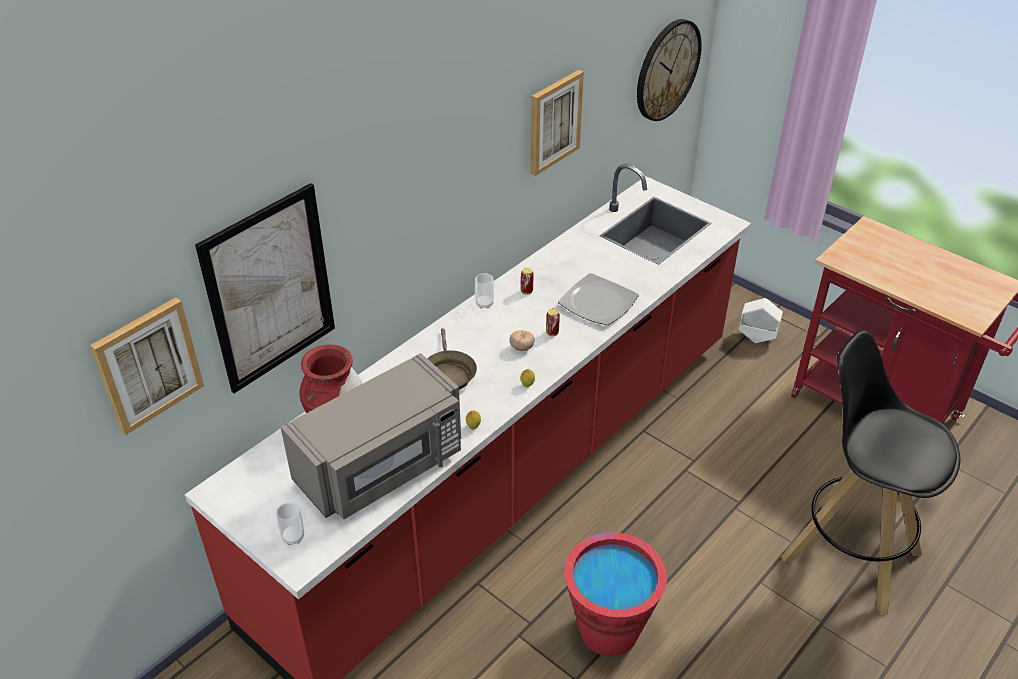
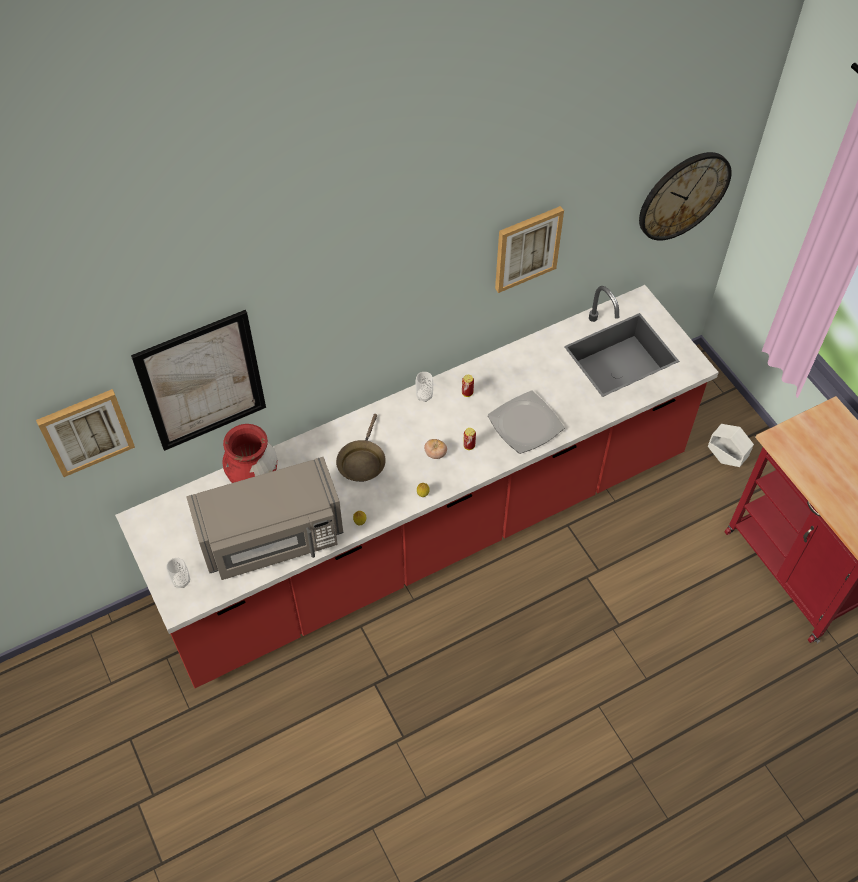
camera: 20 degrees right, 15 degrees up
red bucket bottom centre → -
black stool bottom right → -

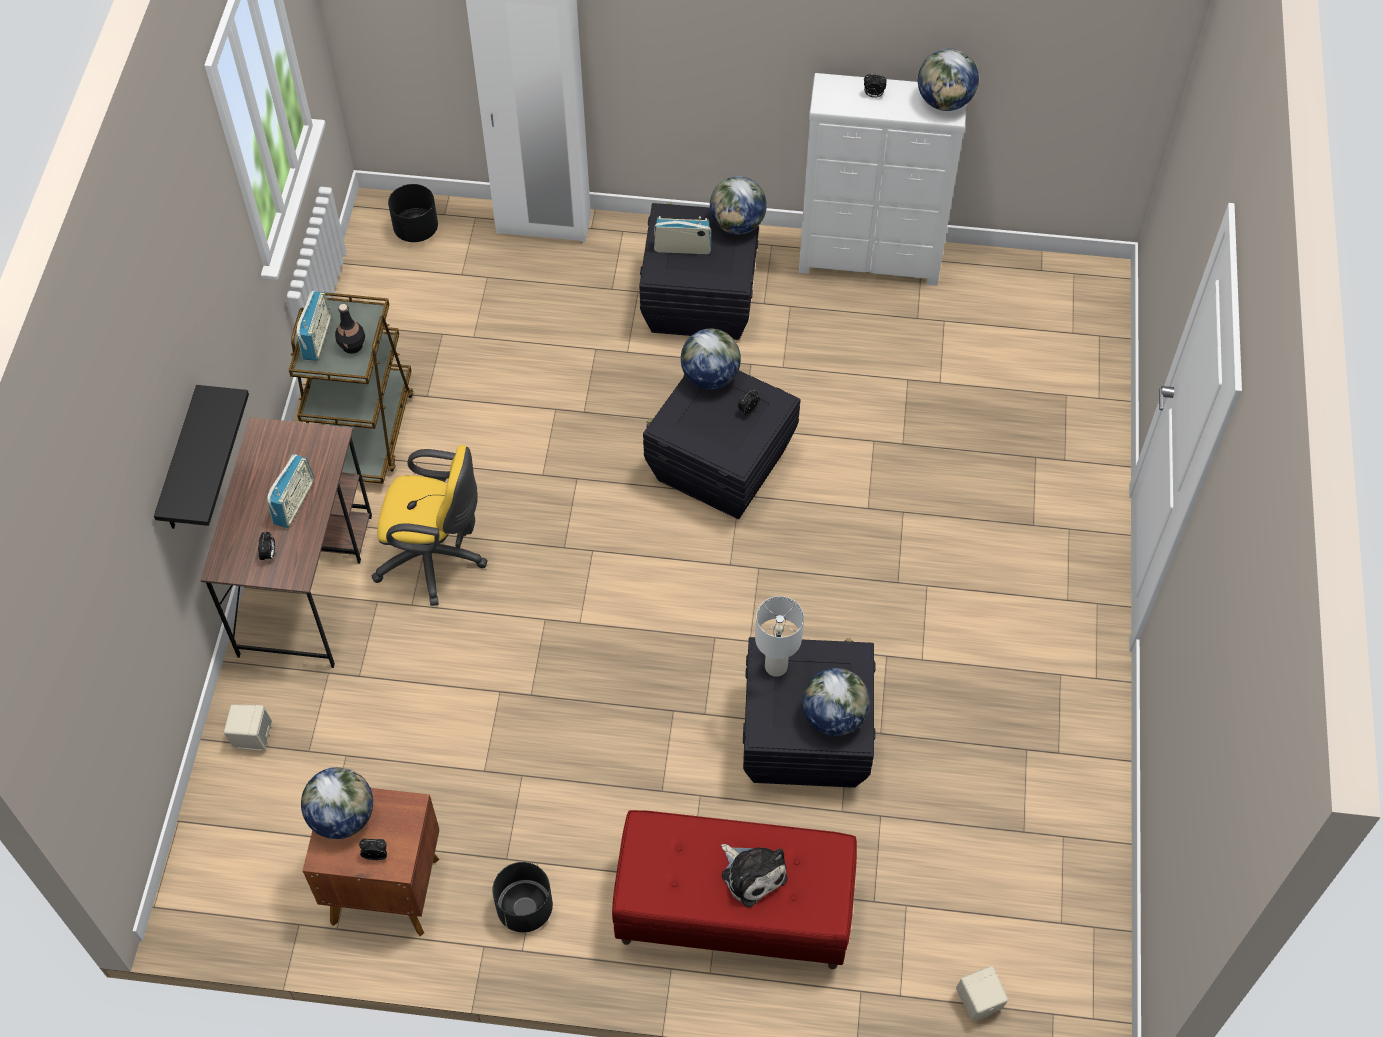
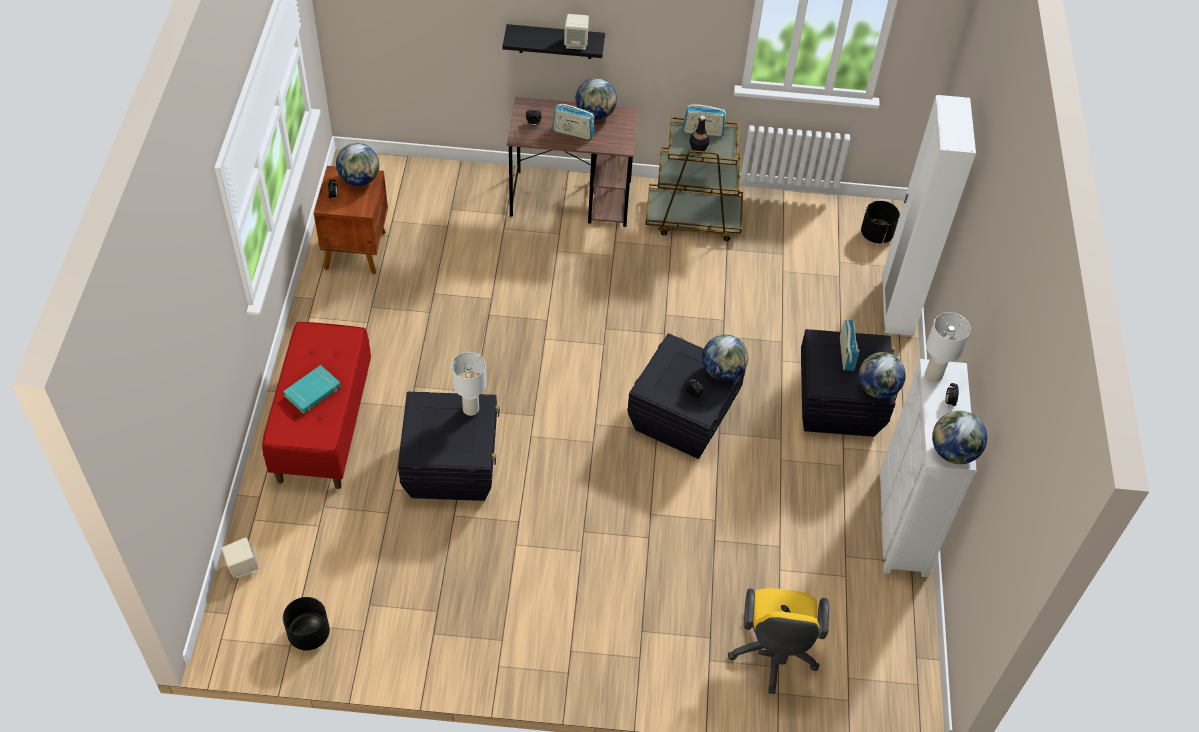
camera: 85 degrees right, 5 degrees down
beige speaker (1st from left in the first image) bottom left → beige speaker (2nd from left) top centre, moved
yellow office chair middle left → yellow office chair bottom centre, moved
black planter (2nd from left in the first image) bottom centre → black planter (1st from left) bottom left, moved
plush toy bottom centre → turquoise book middle left
globe (4th from left in the first image) bottom centre → globe (2nd from left) top centre, moved
- → white table lamp (2nd from left) middle right

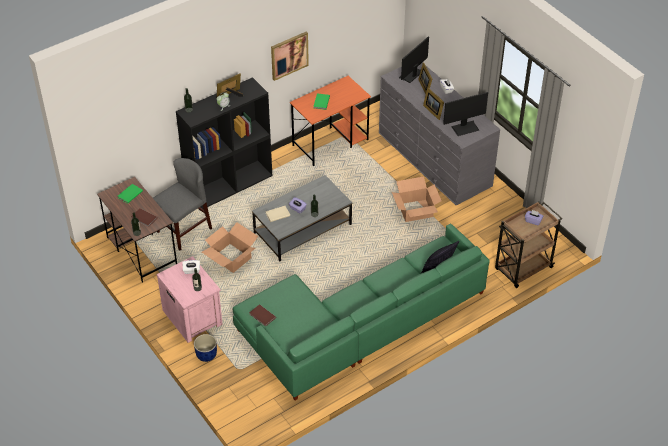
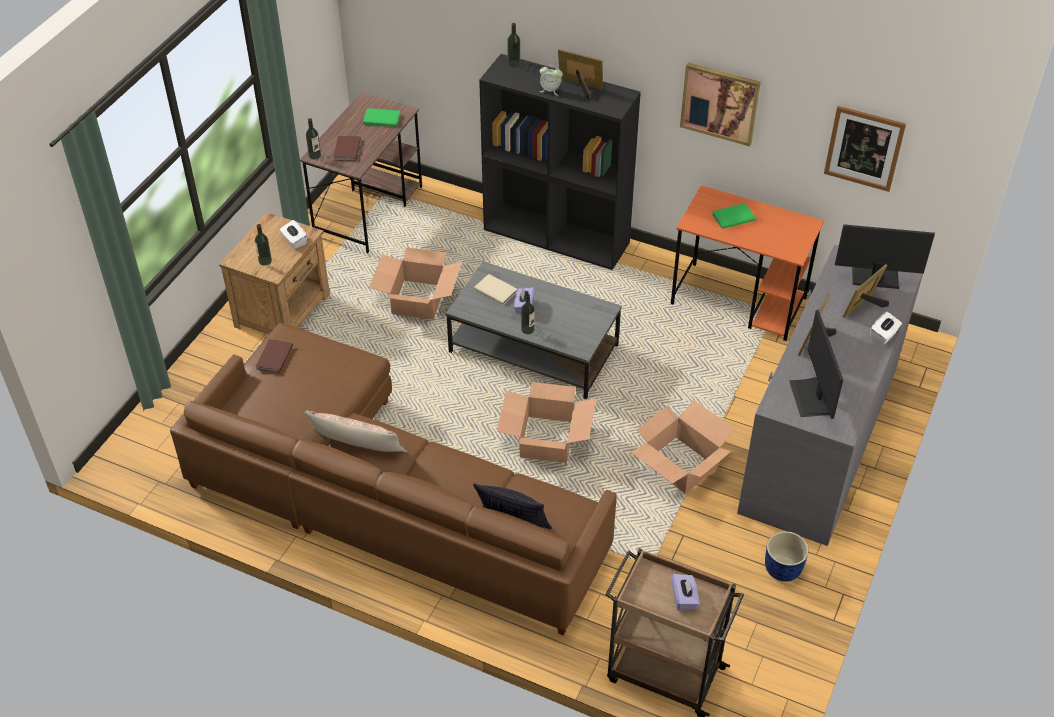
camera: 60 degrees right, 0 degrees up
grey chair middle left → -
pink nightstand bottom left → brown nightstand middle left
blue planter bottom left → blue planter bottom right, moved
green sofa bottom centre → brown sofa bottom centre
monitor (2nd from left in the first image) top right → monitor (1st from left) middle right, 45 degrees clockwise
- → pillow (1st from left) centre
- → cardboard box (2nd from left) centre
- → picture (2nd from left) top right

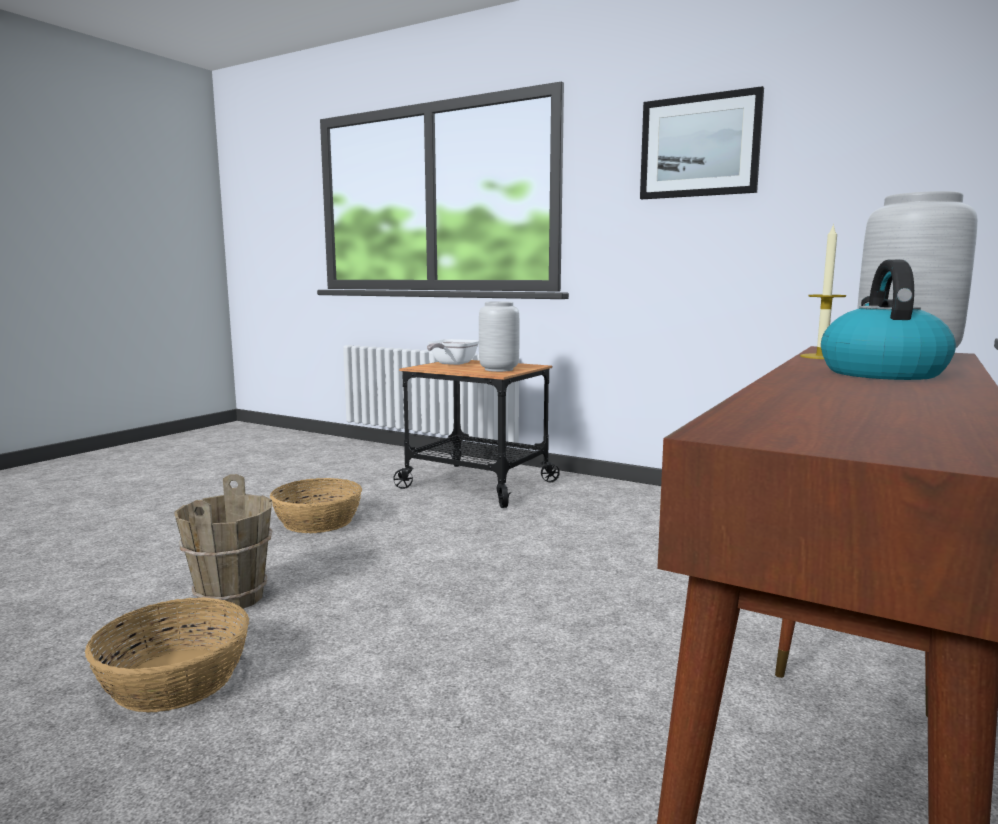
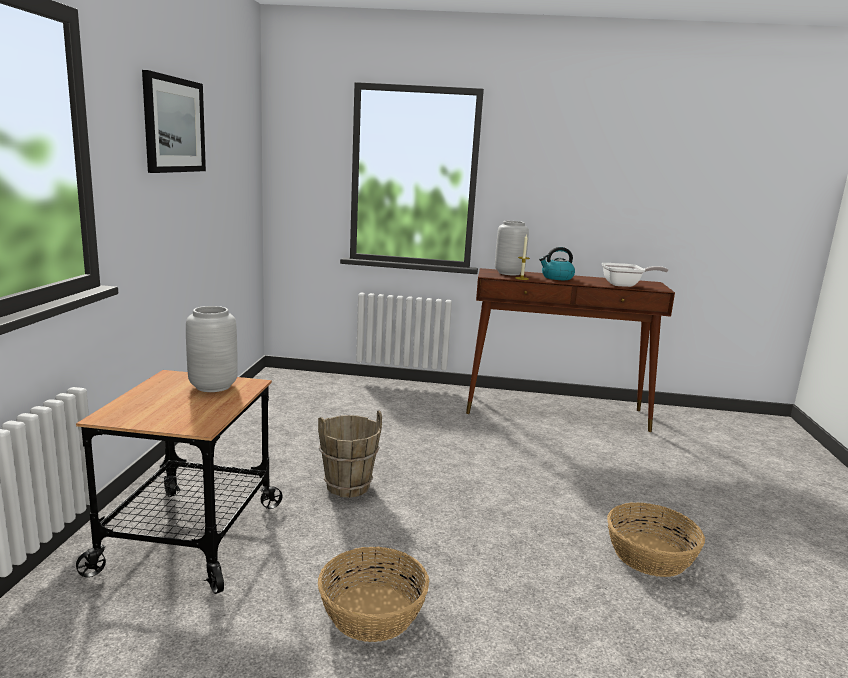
camera: 115 degrees left, 5 degrees up
brown bucket middle left → brown bucket bottom centre, moved
frying pan centre → frying pan middle right, moved

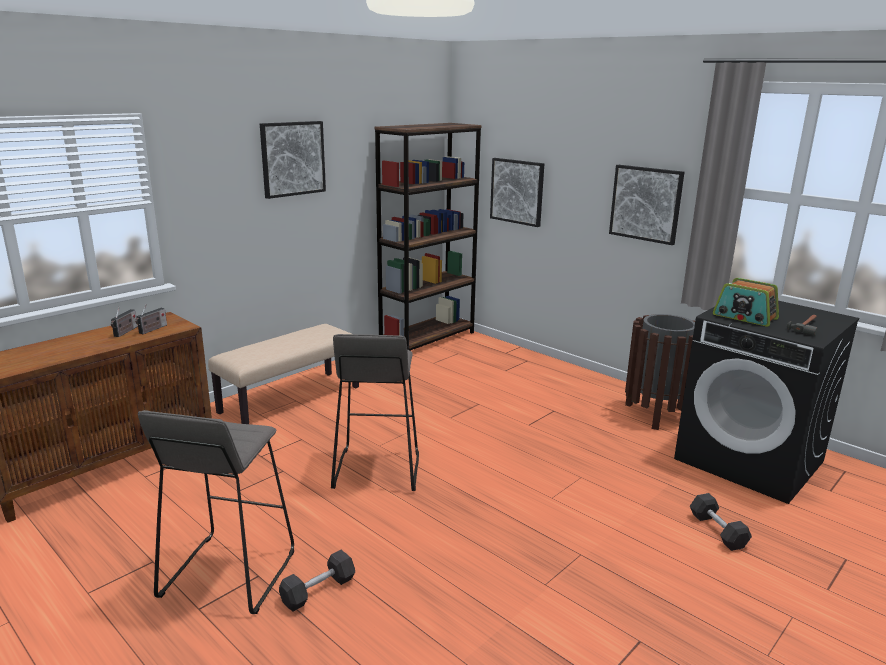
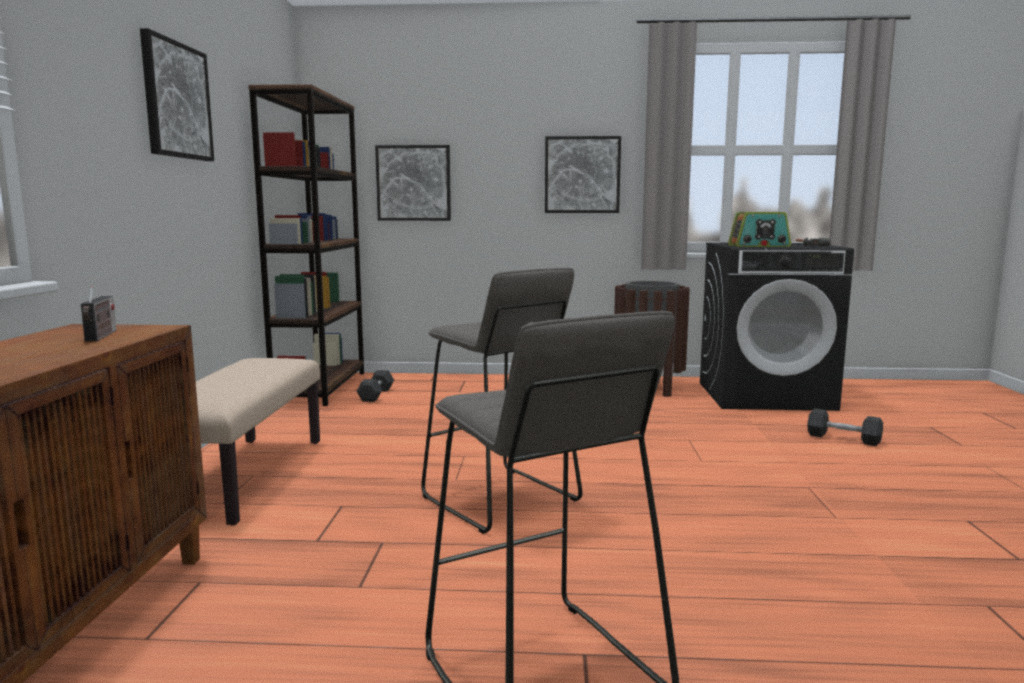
camera: 40 degrees left, 10 degrees down
radio (1st from left) middle left → -
grey dumbbell (1st from left) bottom centre → grey dumbbell (1st from left) centre, moved

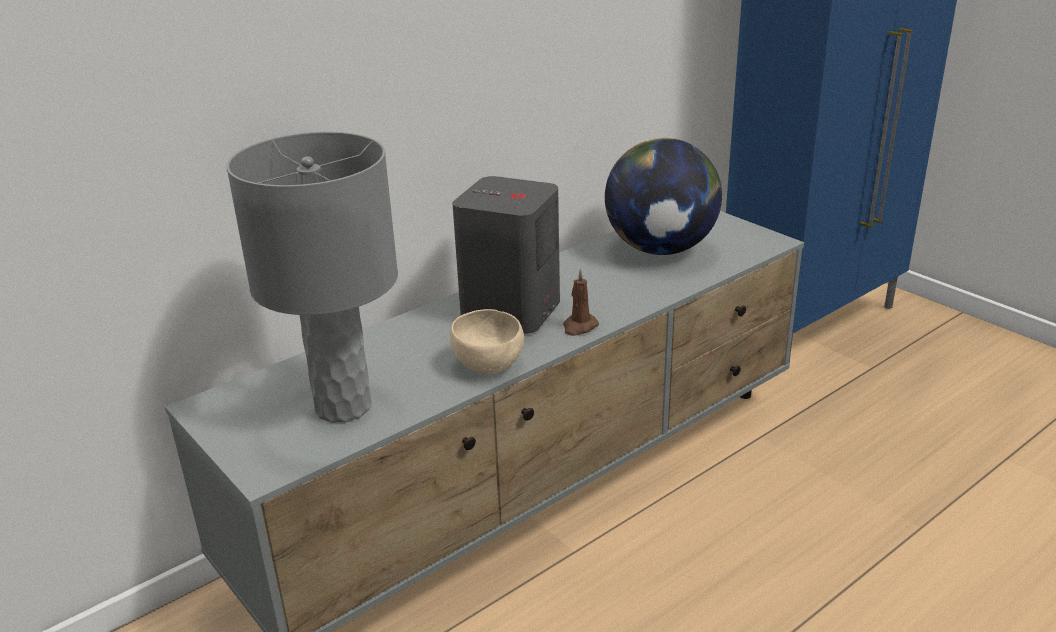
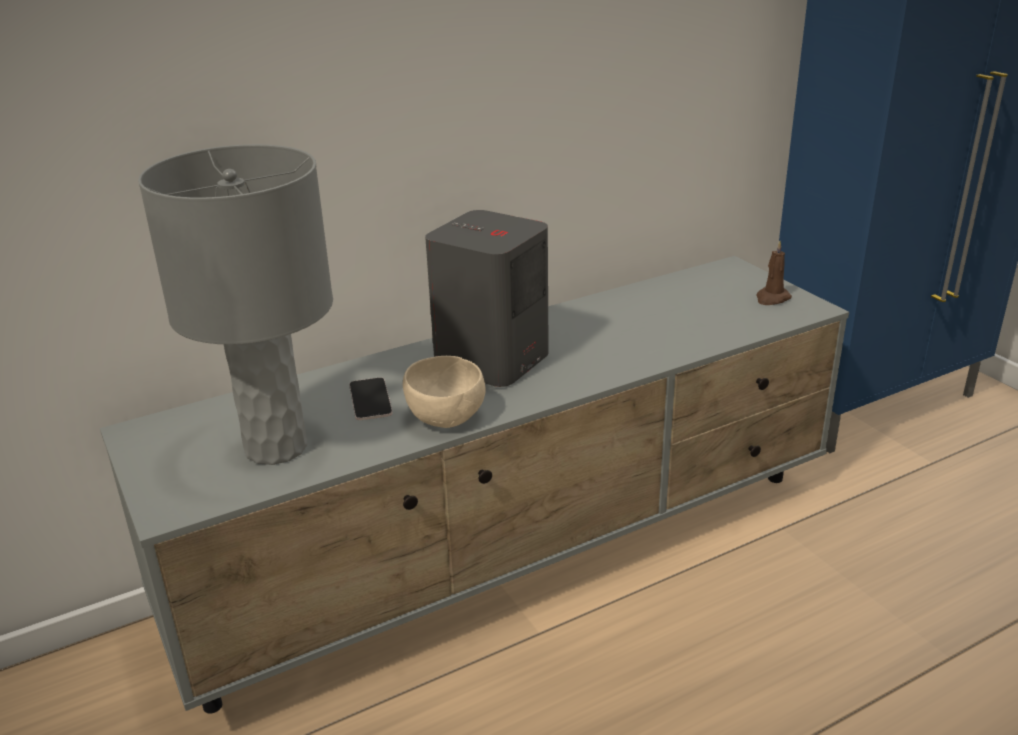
camera: 10 degrees right, 0 degrees up
brown candle centre → brown candle middle right, moved
globe top centre → -
- → phone centre

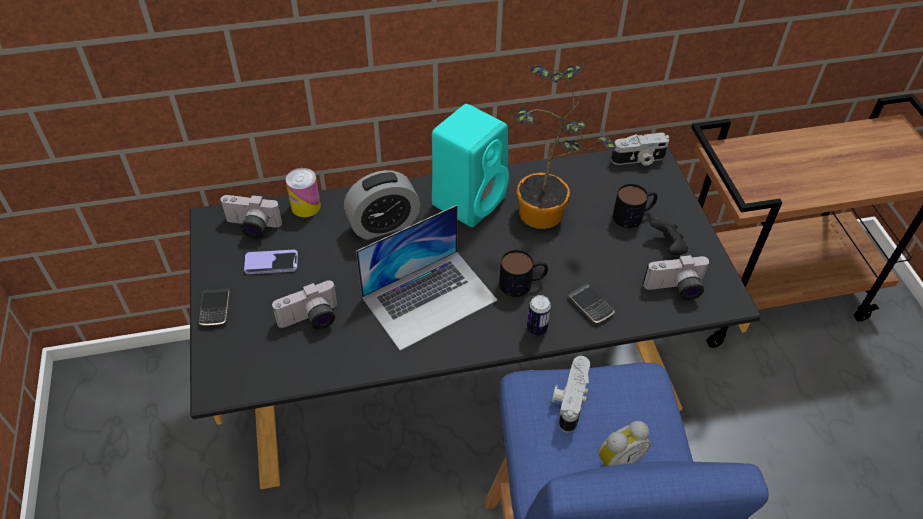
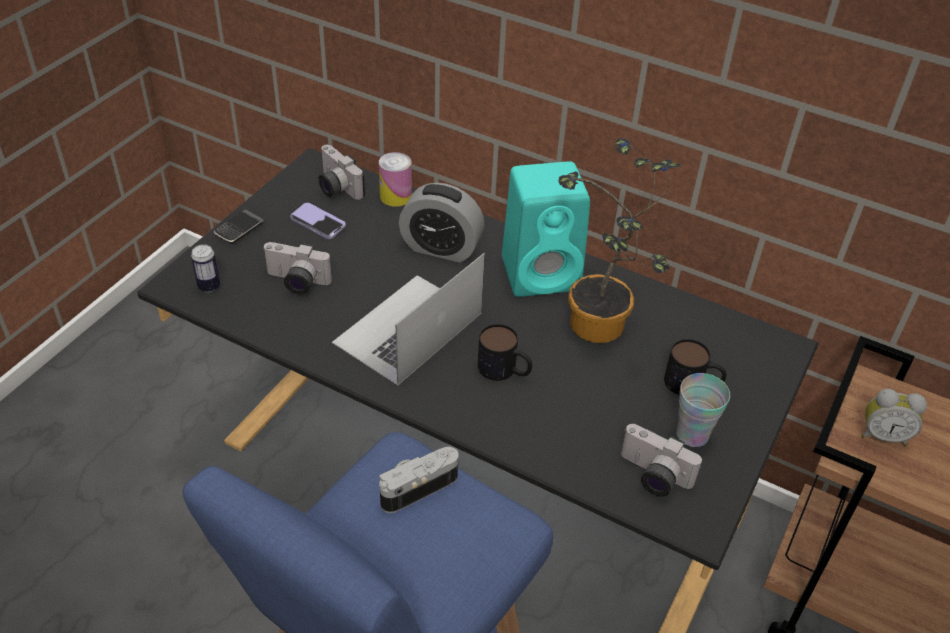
camera: 40 degrees right, 5 degrees down
laptop centre, 120 degrees clockwise
can (2nd from left in the first image) centre → can (1st from left) middle left, moved
phone (3rd from left) centre → -
alarm clock (2nd from left) bottom right → alarm clock (2nd from left) middle right, moved
photo camera (4th from left) top right → -
black game controller middle right → cup middle right

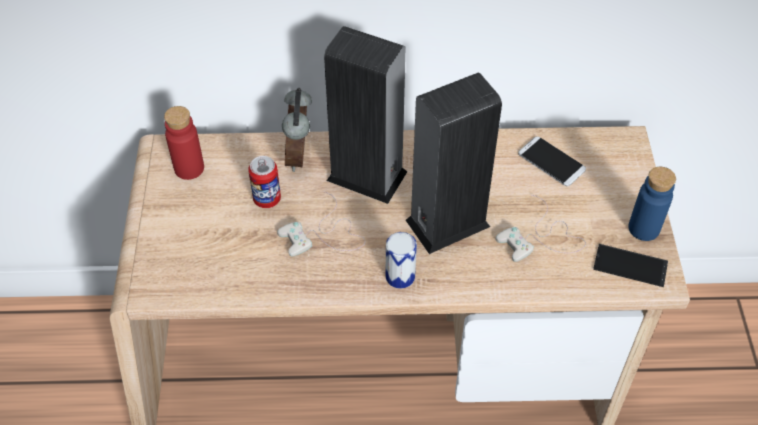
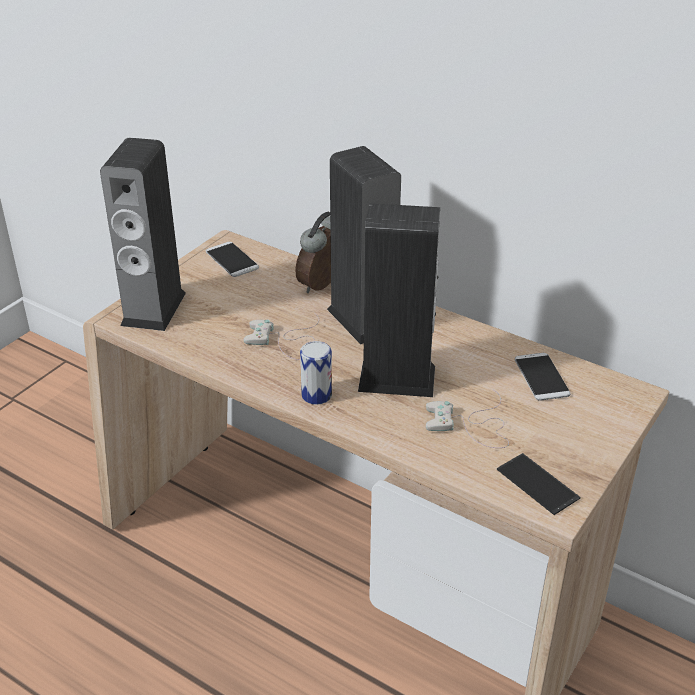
camera: 35 degrees right, 15 degrees down
red bottle middle left → phone (1st from left) centre
can (1st from left) centre → -
blue bottle middle right → -
- → speaker (1st from left) middle left

